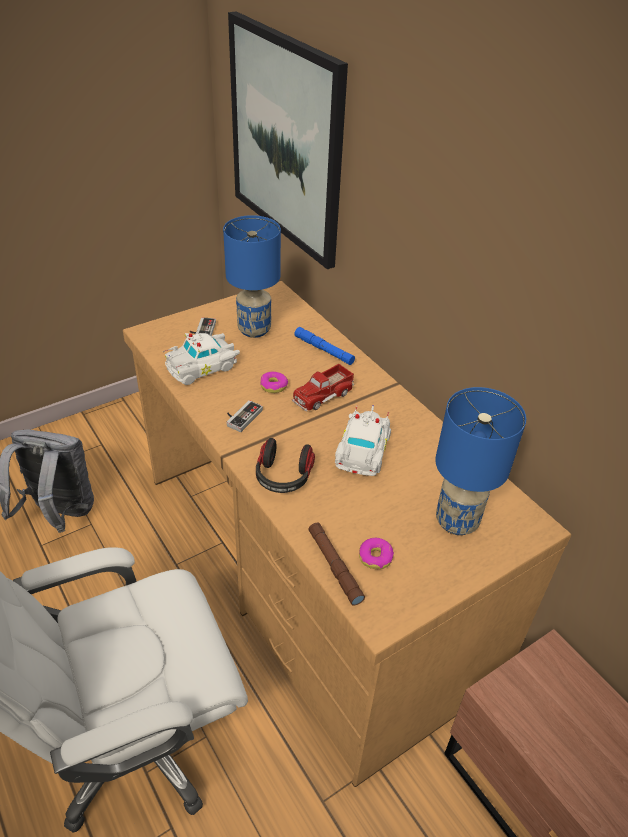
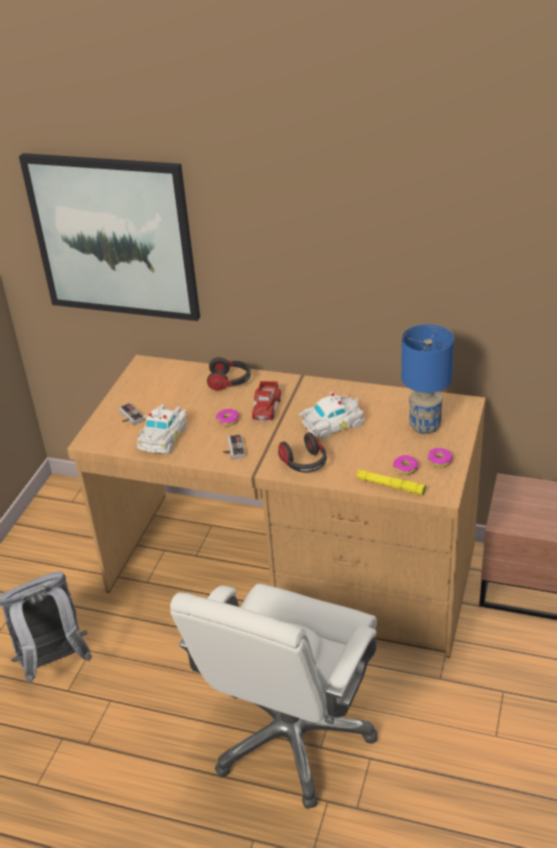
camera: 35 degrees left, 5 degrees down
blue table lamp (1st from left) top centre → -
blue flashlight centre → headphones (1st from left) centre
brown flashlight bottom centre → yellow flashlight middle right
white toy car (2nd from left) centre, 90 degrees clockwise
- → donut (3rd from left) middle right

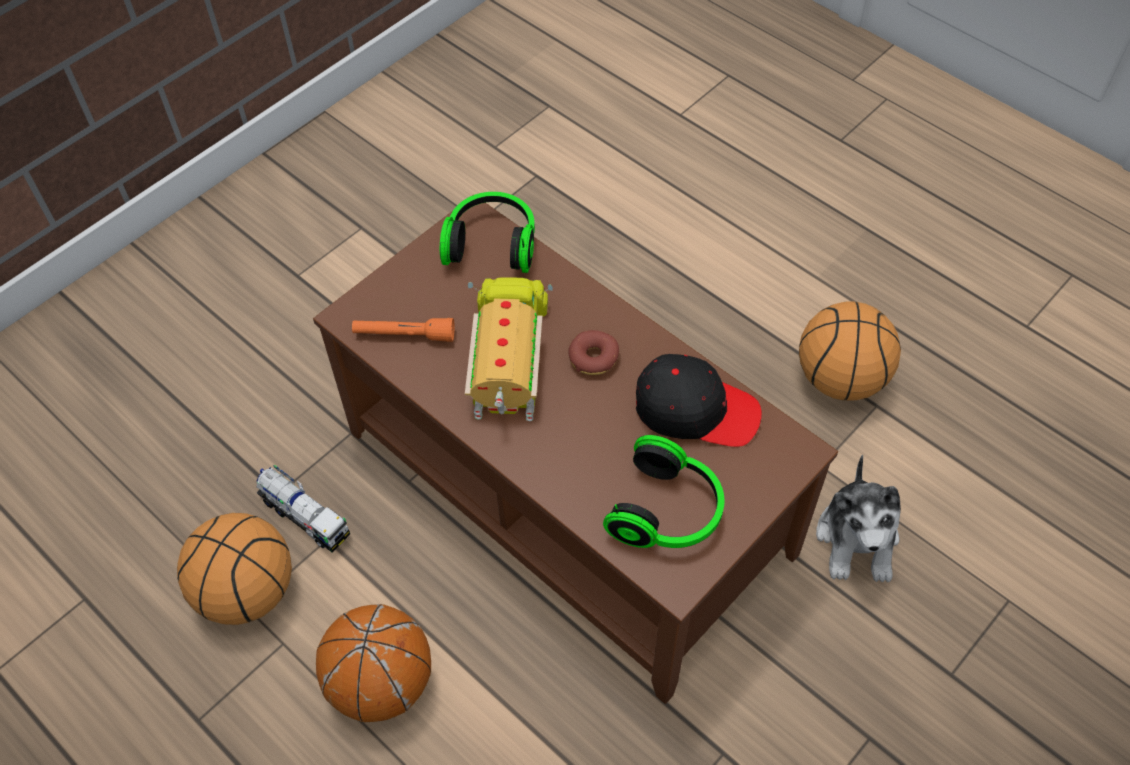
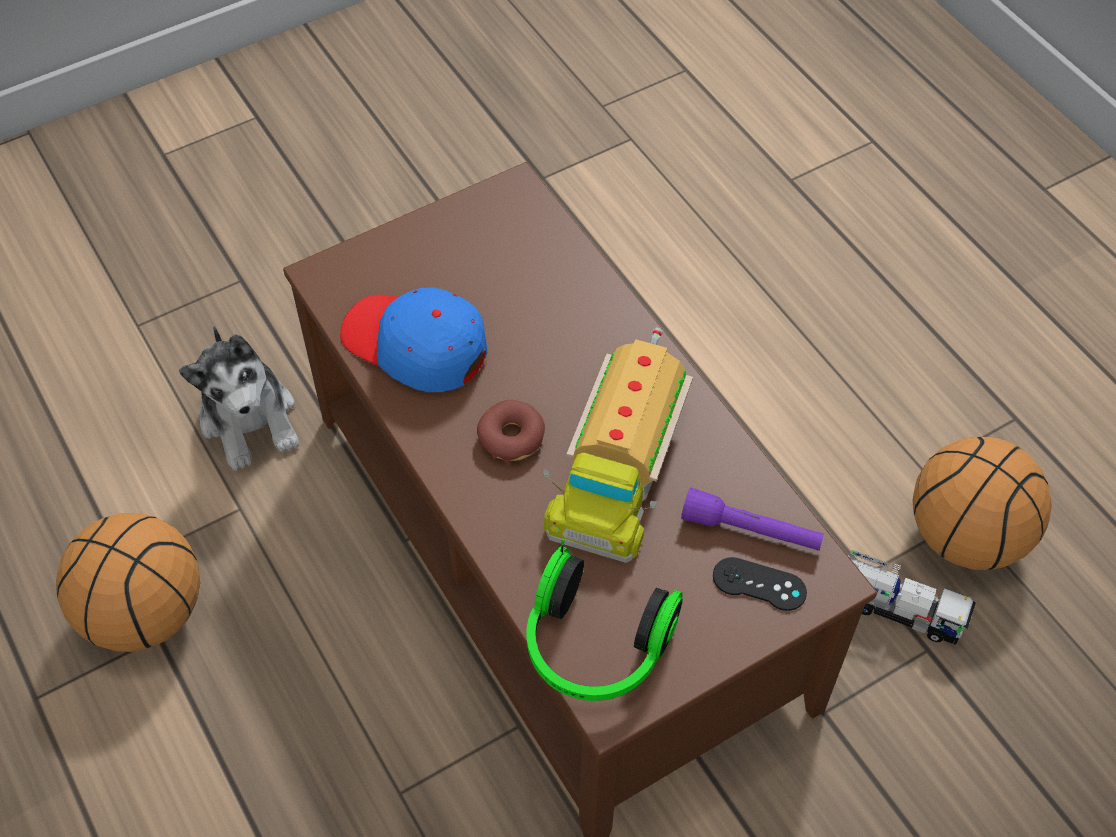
camera: 165 degrees left, 0 degrees up
toy truck (1st from left in the first image) middle left → toy truck (2nd from left) bottom right, 150 degrees clockwise
basketball (2nd from left) bottom left → -
orange flashlight centre → purple flashlight middle right
headphones (2nd from left) centre → -
black cap centre → blue cap centre
plush toy bottom right → plush toy middle left, 135 degrees clockwise
- → black game controller bottom right

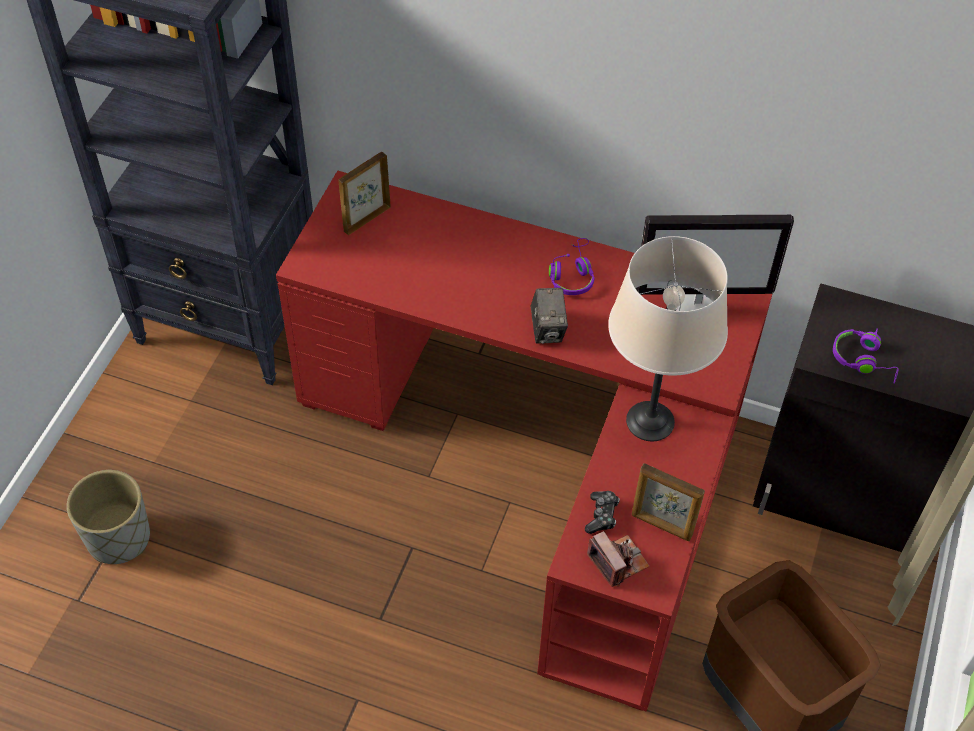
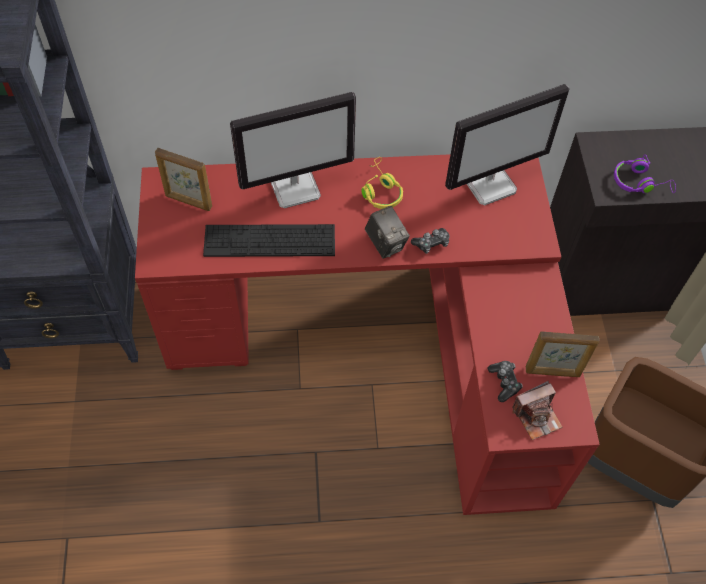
camera: 25 degrees left, 5 degrees up
grey planter bottom left → -
picture frame (1st from left) top centre → picture frame (1st from left) top left, 90 degrees counterclockwise
purple headphones (1st from left) centre → yellow headphones top centre
photo camera (2nd from left) bottom centre → photo camera (2nd from left) bottom right, 120 degrees clockwise
beige table lamp middle right → -
- → keyboard centre
- → monitor (1st from left) top centre
- → game controller (1st from left) centre

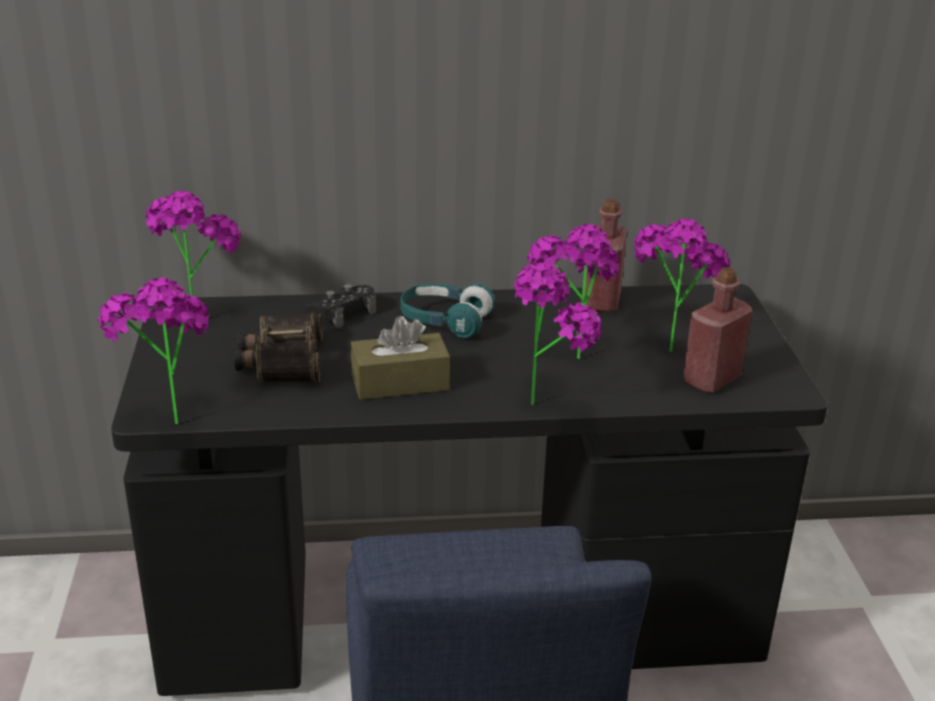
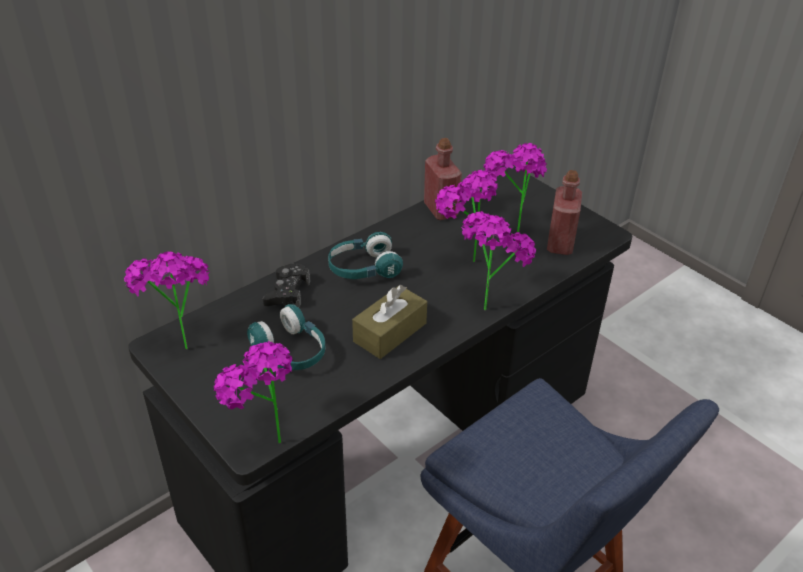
camera: 35 degrees left, 10 degrees up
binoculars middle left → turquoise headphones (1st from left) centre

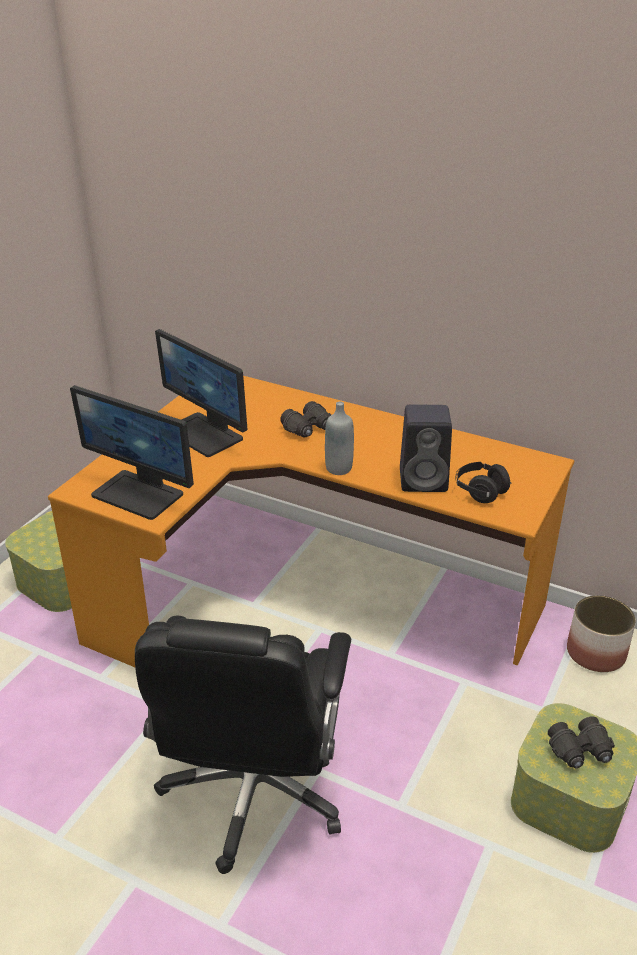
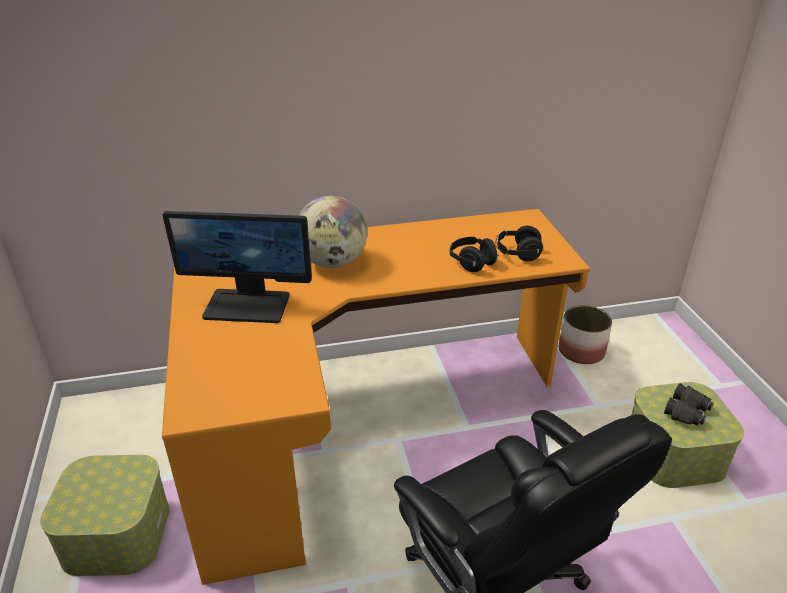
camera: 40 degrees left, 0 degrees up
monitor (1st from left) middle left → -
black binoculars (1st from left) centre → globe centre
grey bottle centre → -
black speaker middle right → black headphones (1st from left) centre

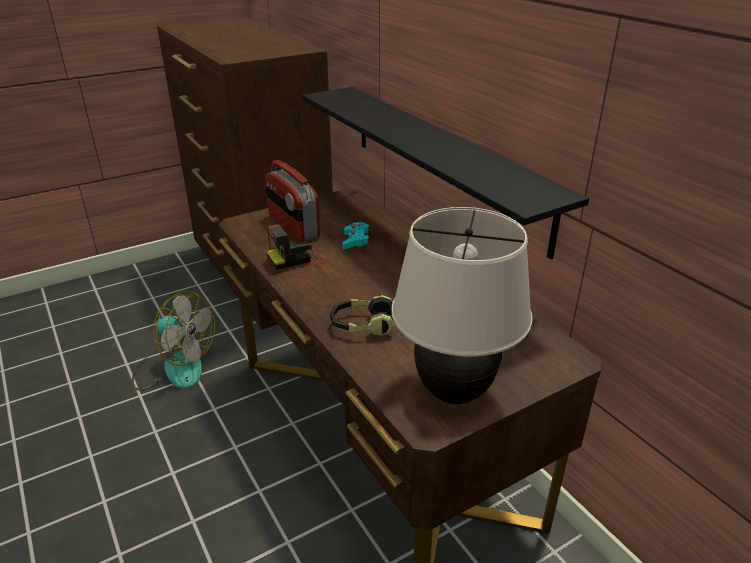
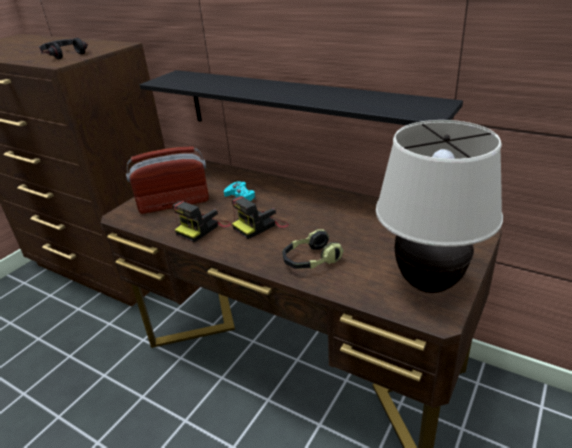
camera: 25 degrees left, 0 degrees up
fan middle left → -
radio centre → radio middle left, 135 degrees clockwise
- → headphones (1st from left) top left
- → photo camera (2nd from left) centre

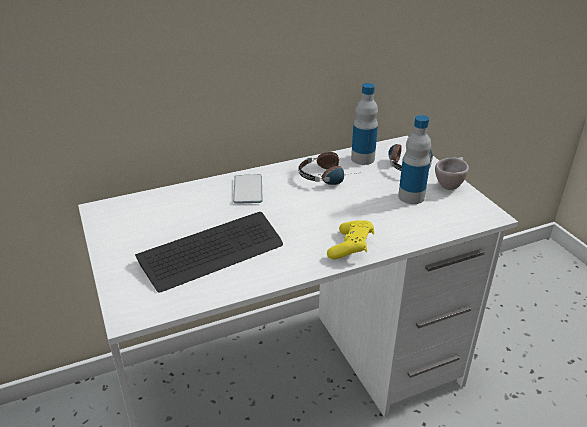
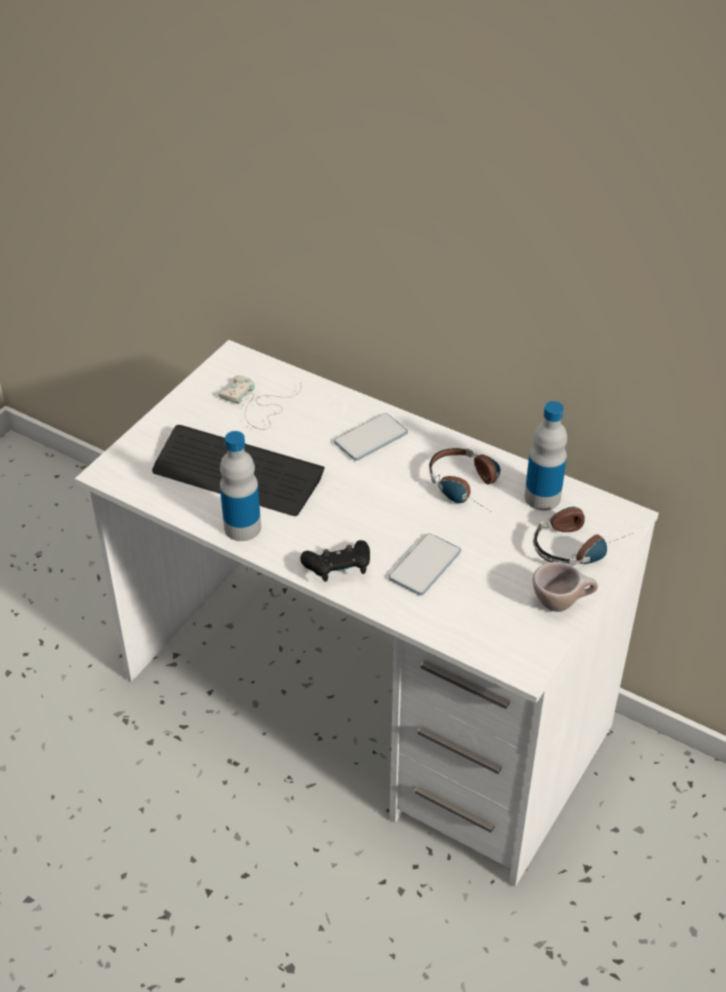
camera: 55 degrees right, 10 degrees up
yellow game controller centre → black game controller centre
bottle (2nd from left in the first image) middle right → bottle (1st from left) middle left, moved
- → white game controller centre
- → phone (2nd from left) centre

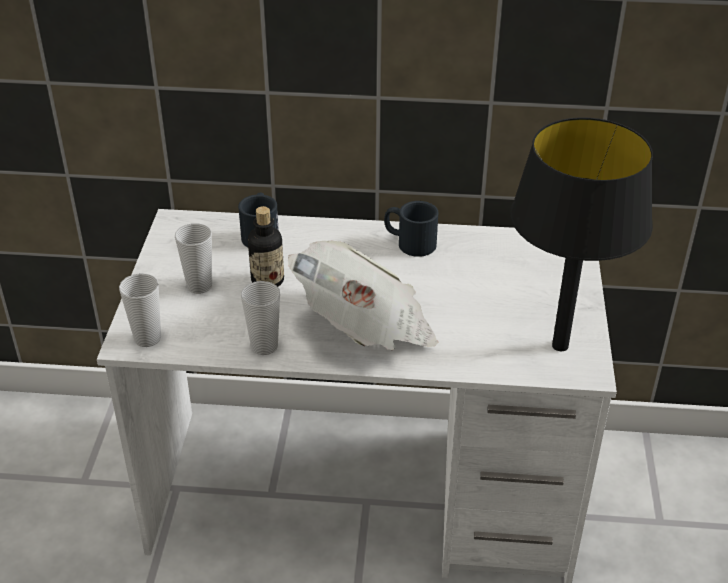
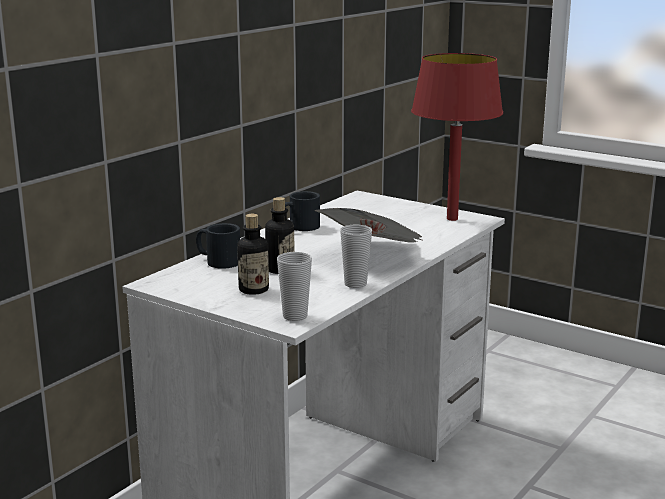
camera: 60 degrees left, 20 degrees down
cup (2nd from left) middle left → bottle (1st from left) centre
black table lamp middle right → red table lamp top right

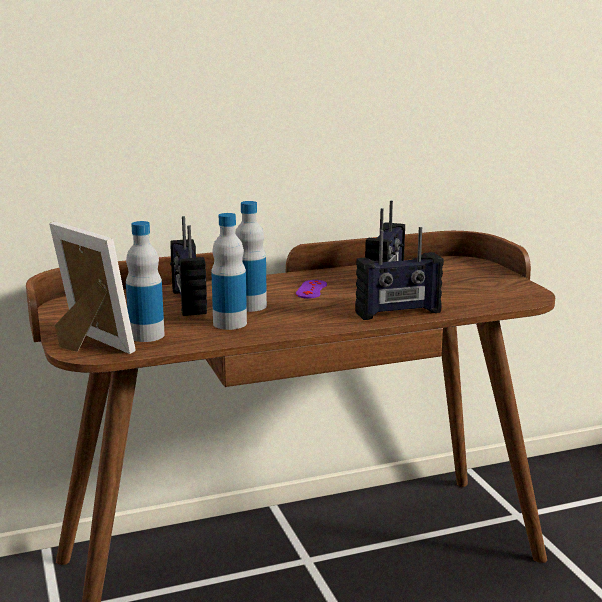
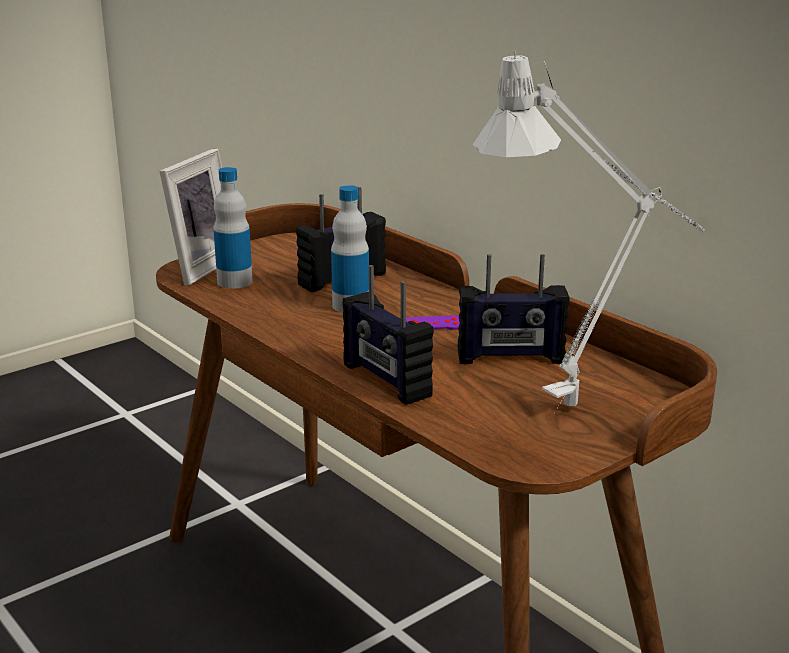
camera: 70 degrees right, 5 degrees up
bottle (2nd from left) centre → -
- → grey table lamp middle right

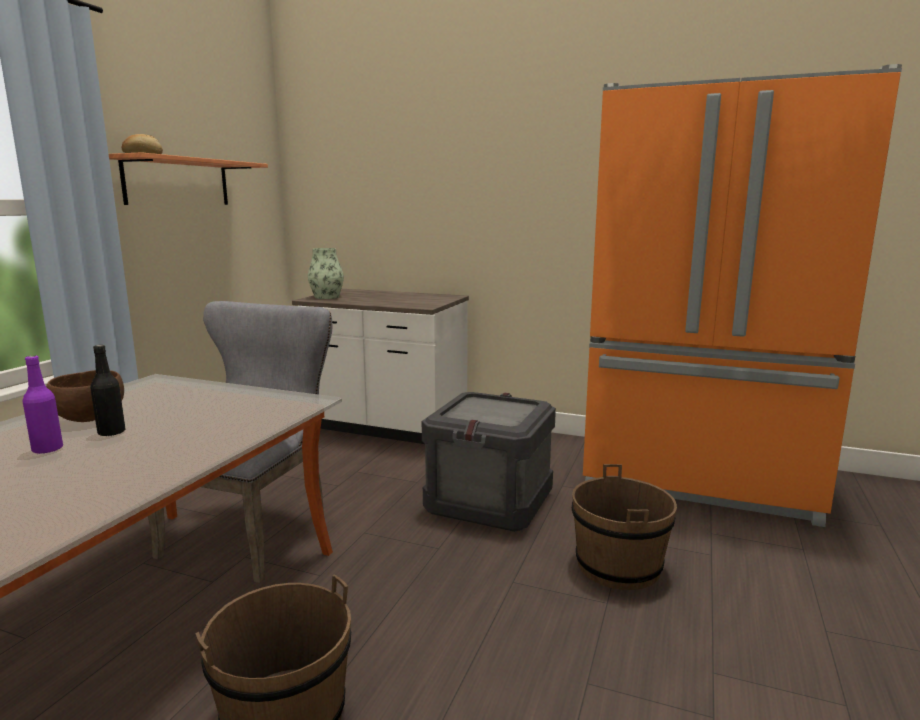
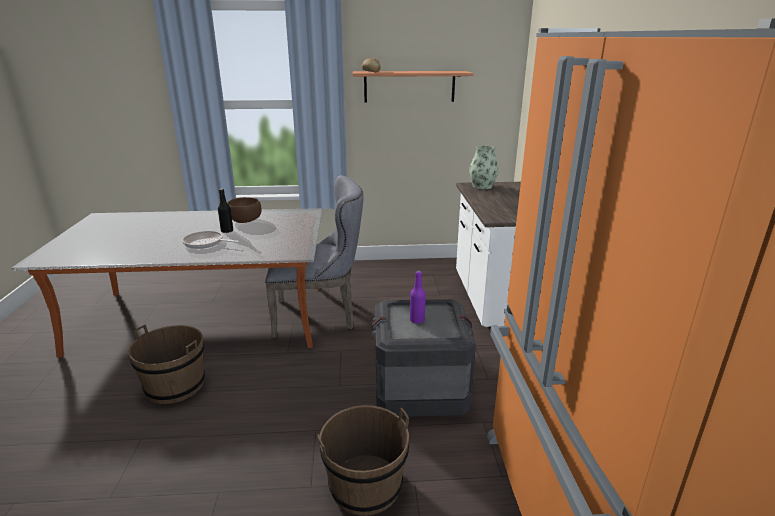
camera: 65 degrees right, 10 degrees up
purple bottle middle left → purple bottle centre, moved
- → frying pan middle left

